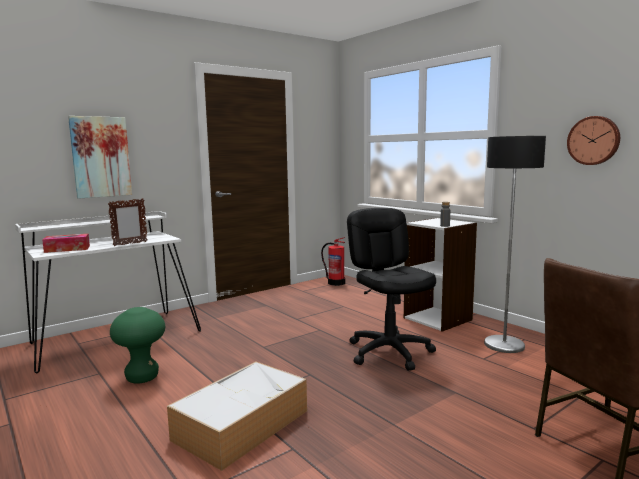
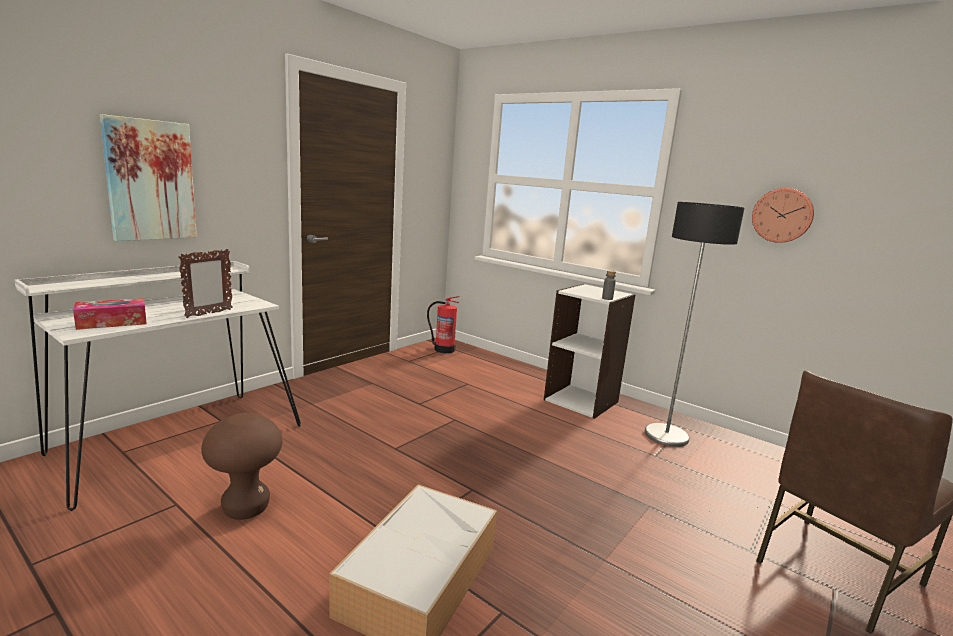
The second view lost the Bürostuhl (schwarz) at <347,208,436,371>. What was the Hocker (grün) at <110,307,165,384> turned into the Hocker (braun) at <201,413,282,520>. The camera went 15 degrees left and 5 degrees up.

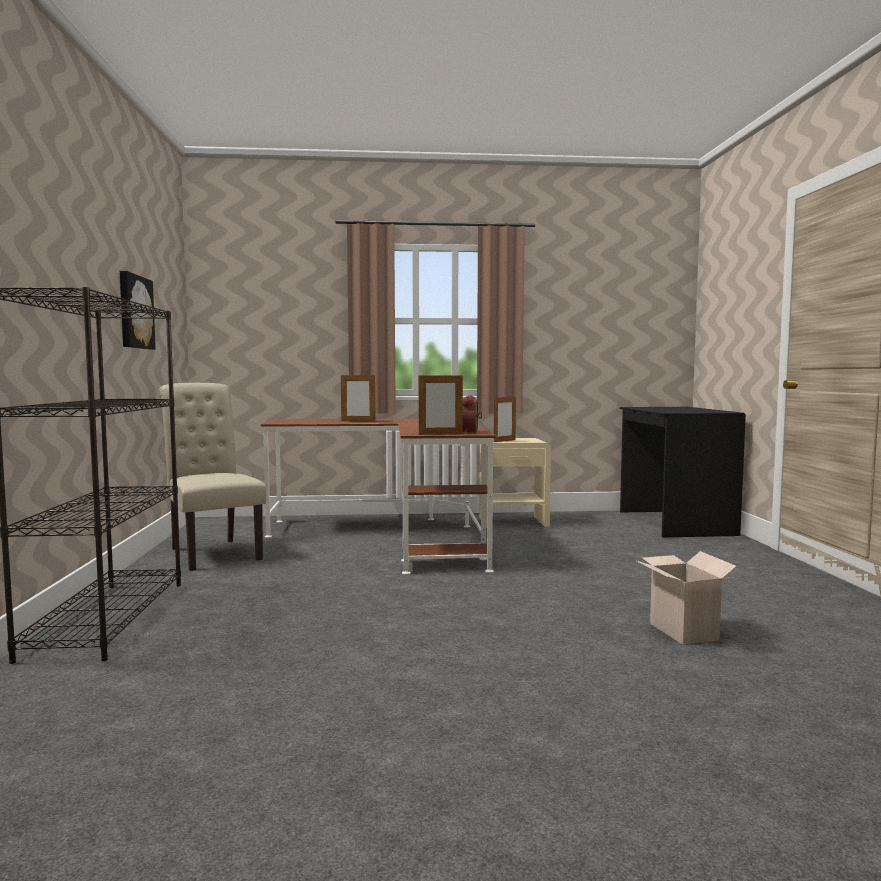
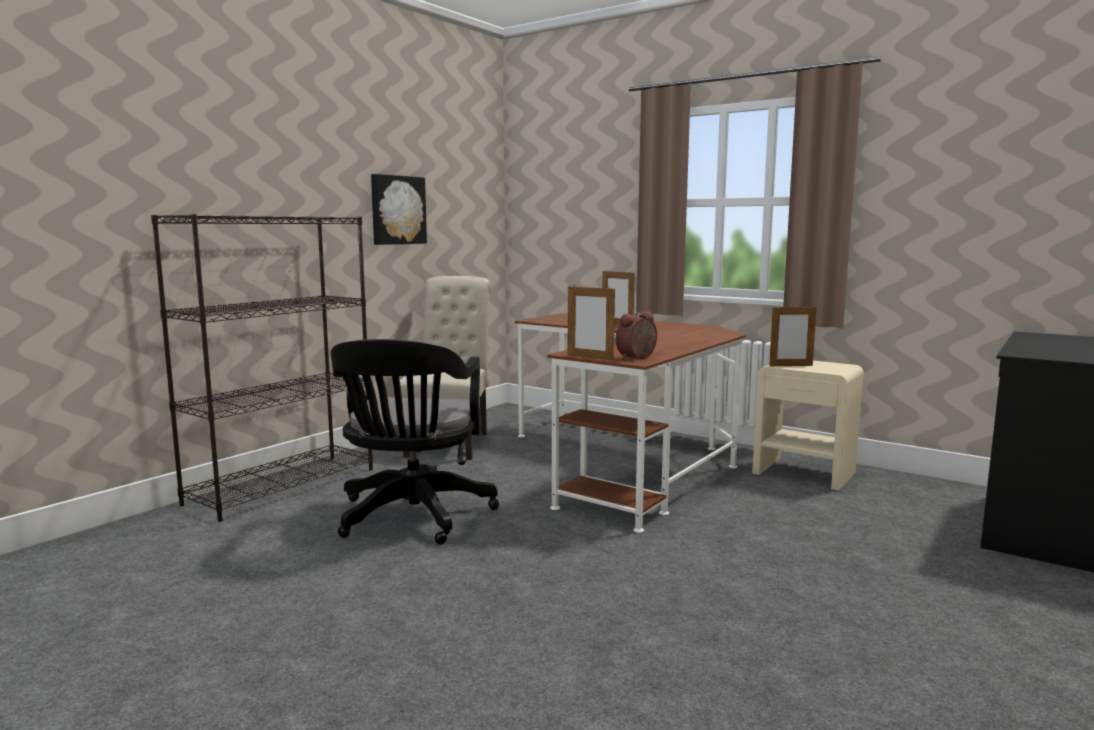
The second view lost the Karton at <637,551,737,645>. The second view gained the Bürostuhl (schwarz) at <331,339,499,544>. The camera went 40 degrees right and 5 degrees up.

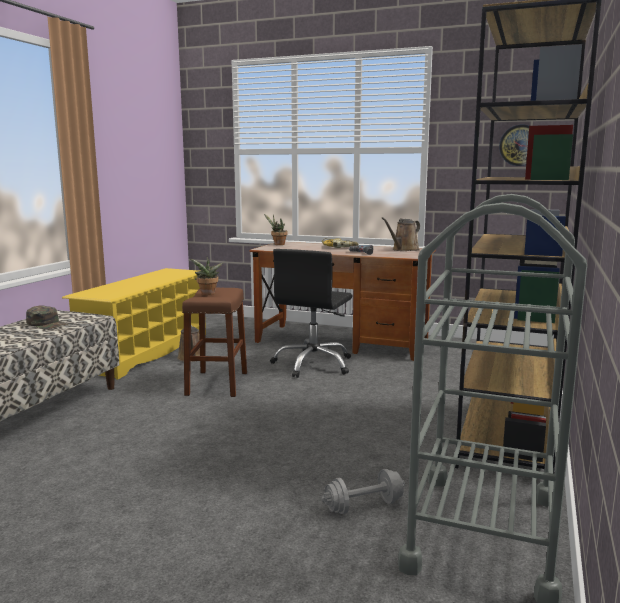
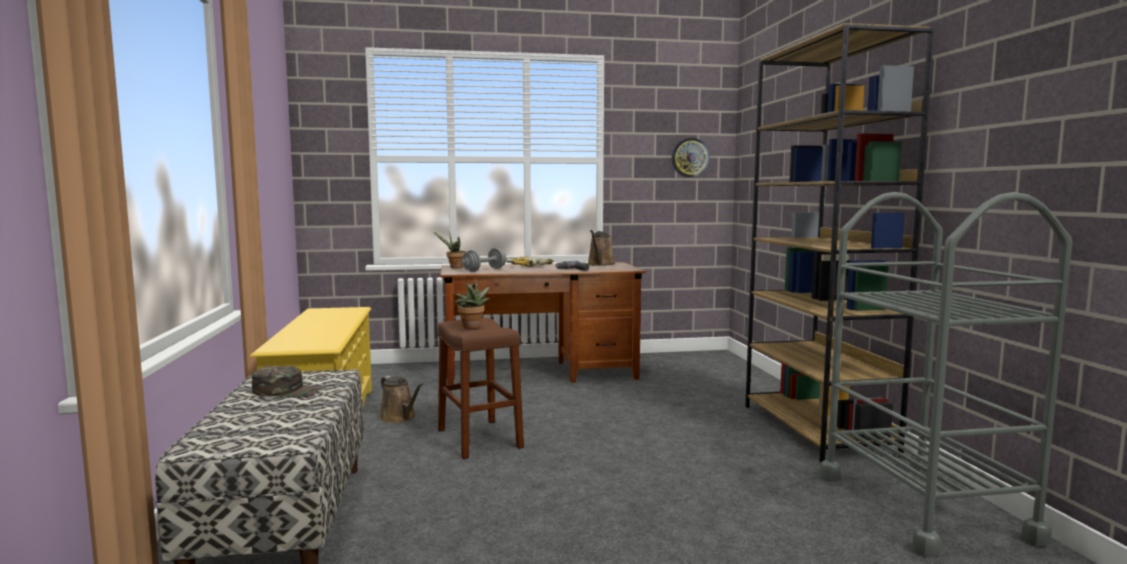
The second view lost the Bürostuhl (schwarz) at <270,249,352,378>. The Hantel (grau) ended up elsewhere, having gone from <321,469,405,514> to <462,248,506,272>. The camera went 30 degrees left and 5 degrees down.

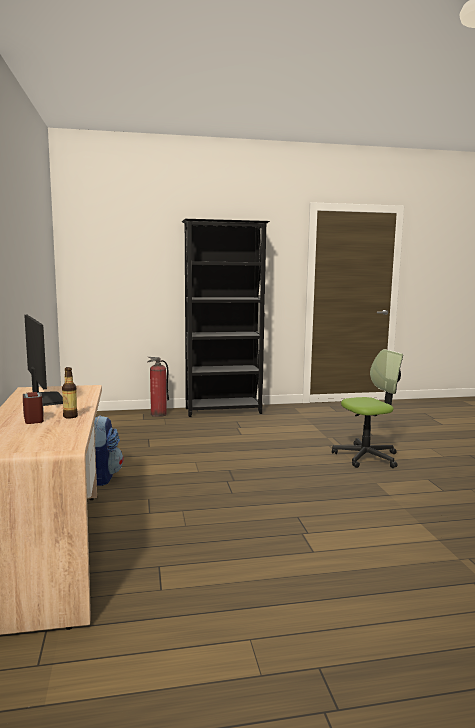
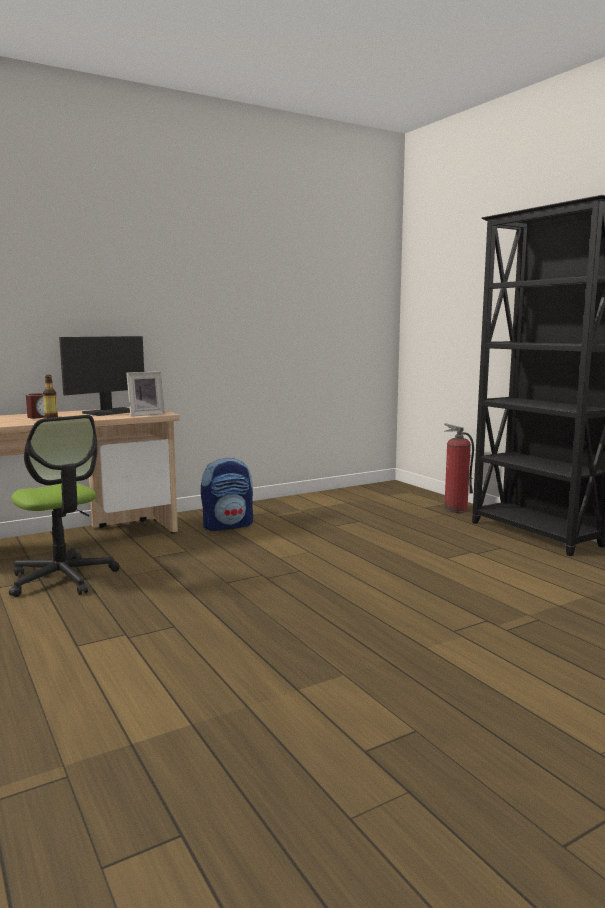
The Bürostuhl ended up elsewhere, having gone from <332,349,403,468> to <9,415,120,597>. The second view gained the Bilderrahmen at <126,371,165,416>. The camera went 70 degrees right and 0 degrees up.

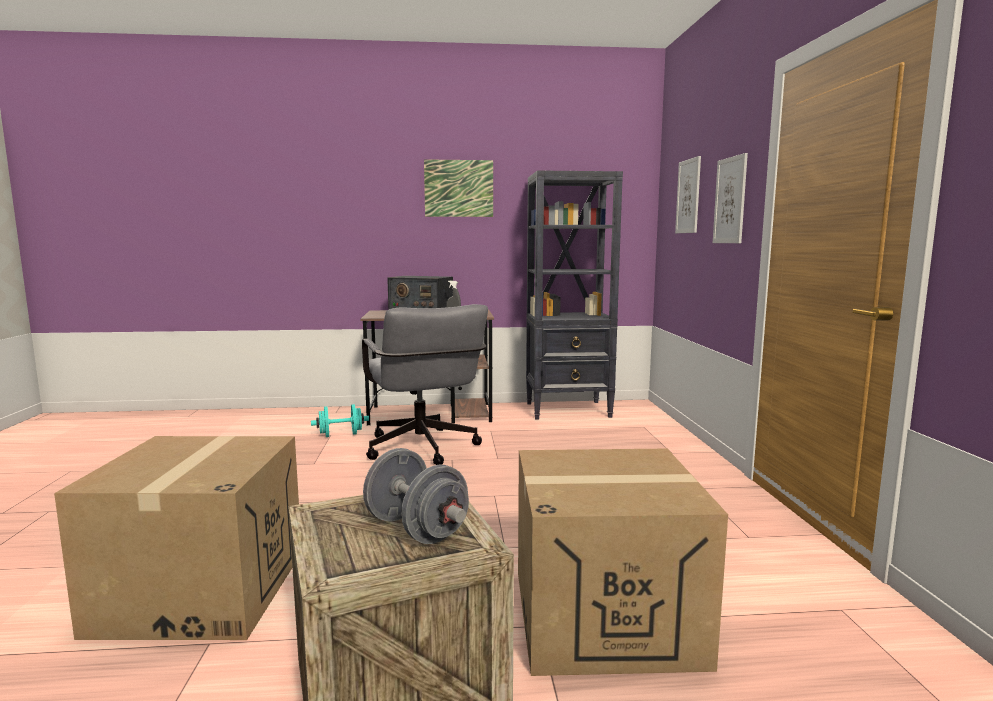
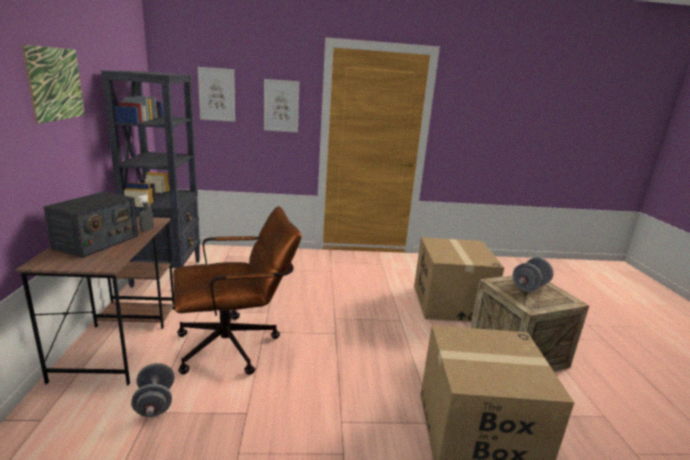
What was the Bürostuhl (grau) at <362,304,488,465> turned into the Bürostuhl (braun) at <173,206,302,375>. What was the Hantel (türkis) at <311,404,369,437> turned into the Hantel (grau) at <131,363,175,417>. The camera went 90 degrees left and 10 degrees up.

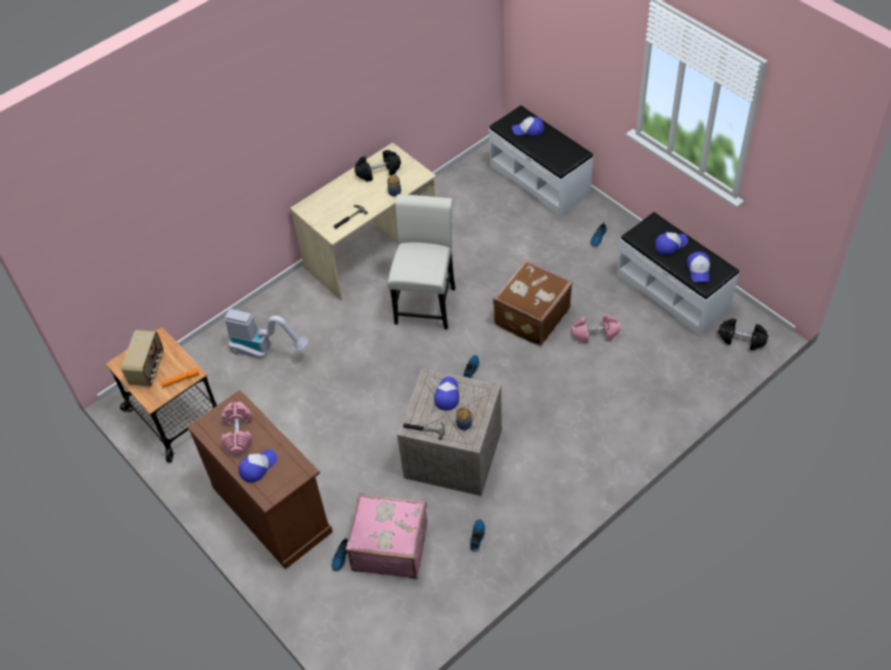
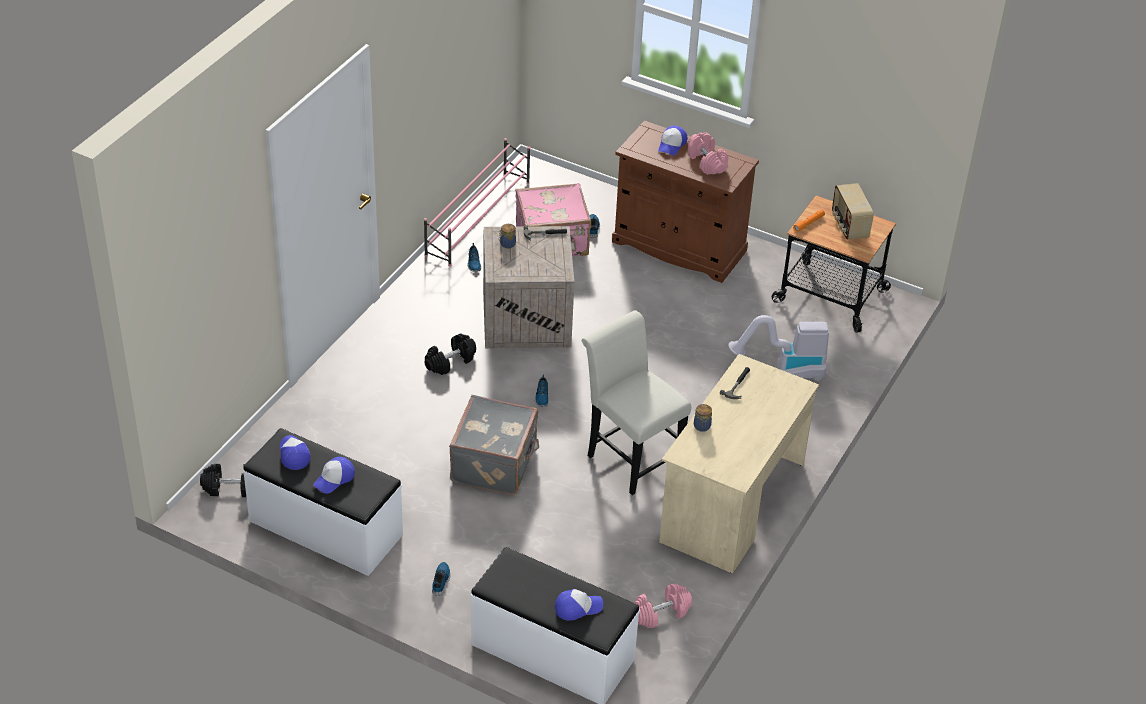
The Hantel (schwarz) ended up elsewhere, having gone from <354,150,401,182> to <425,334,476,375>. The Stuhl (weiß) at <388,194,455,330> ended up facing another way, 150 degrees clockwise from before. What was the Koffer (braun) at <493,260,573,346> turned into the Koffer (grau) at <449,395,539,495>. The Hantel (rosa) ended up elsewhere, having gone from <572,315,620,343> to <634,584,692,628>. The second view lost the Kappe at <434,377,459,411>. The second view gained the Schuhregal (rosa) at <424,138,530,267>. The camera went 155 degrees right and 10 degrees down.

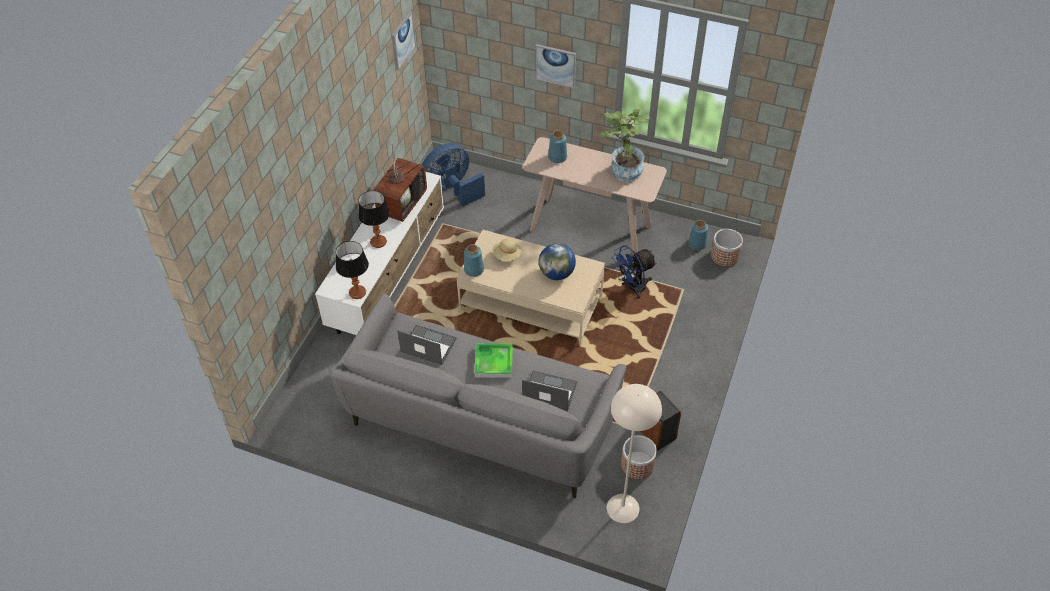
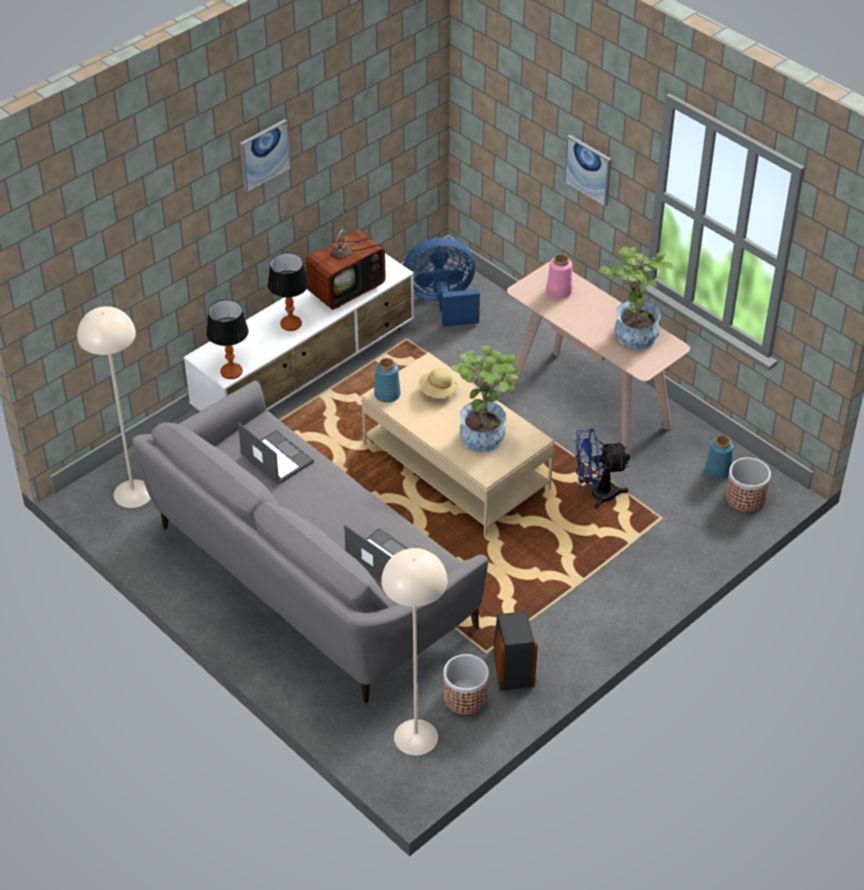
The Bild ended up elsewhere, having gone from <391,11,416,70> to <240,119,291,192>. What was the Vase (blau) at <548,131,567,163> turned into the Vase (rosa) at <546,254,572,299>. Where the Globus stood at <539,243,576,280>, the Topfpflanze came to stand at <451,346,518,452>. The second view lost the Tablett at <475,343,513,378>. The second view gained the Stehlampe (beige) at <77,306,151,508>. The camera went 25 degrees right and 5 degrees down.

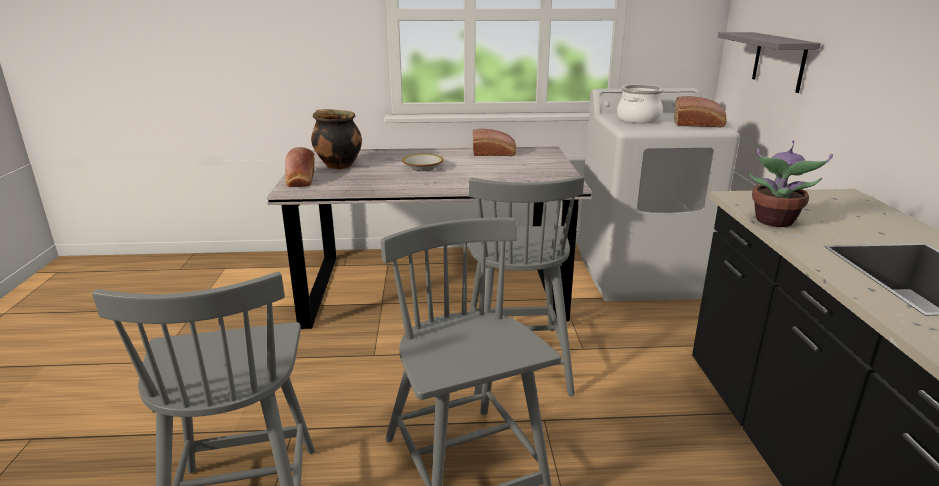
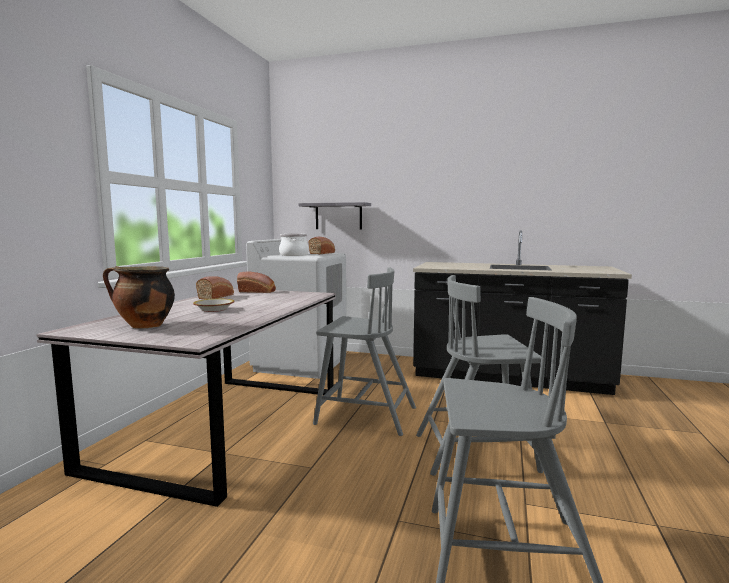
The second view lost the Topfpflanze at <748,140,833,227>. The Brot ended up elsewhere, having gone from <285,147,315,187> to <237,271,276,293>. The camera went 70 degrees left and 15 degrees down.

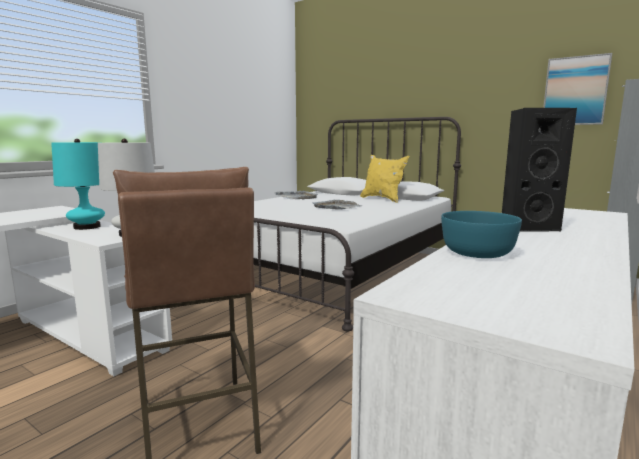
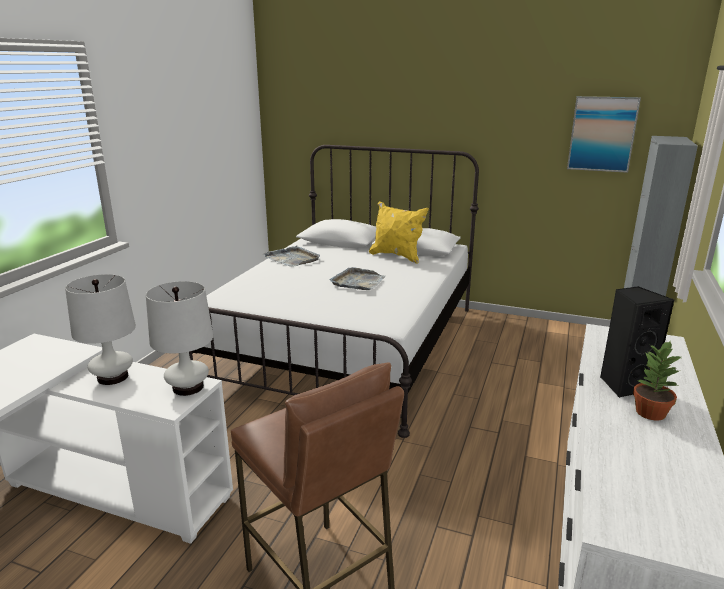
What was the Tischlampe (türkis) at <51,139,105,230> turned into the Tischlampe (weiß) at <65,274,136,385>. The second view lost the Schüssel (türkis) at <441,211,522,258>. The second view gained the Topfpflanze at <633,340,681,421>. The camera went 15 degrees left and 10 degrees up.

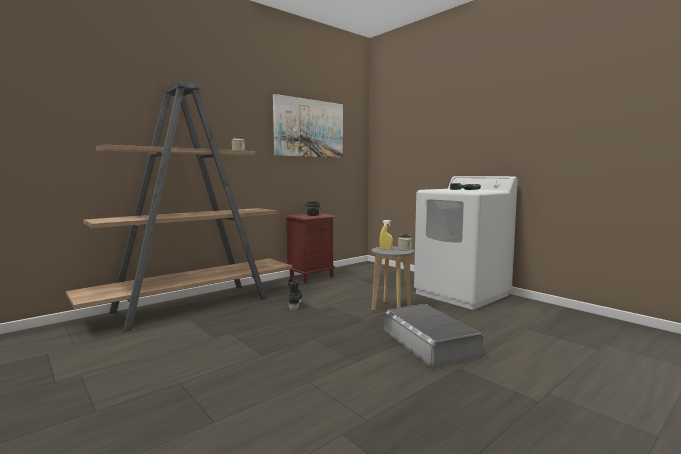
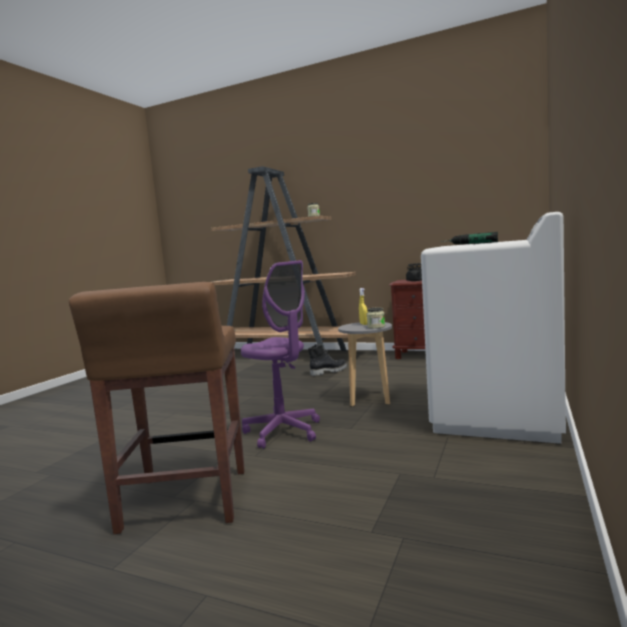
The second view lost the Bild at <273,94,343,158>. Where the Aufbewahrungsbox (grau) stood at <384,304,483,368>, the Bürostuhl (lila) came to stand at <241,260,320,449>. The second view gained the Hocker (braun) at <69,282,245,534>. The camera went 65 degrees right and 0 degrees up.

